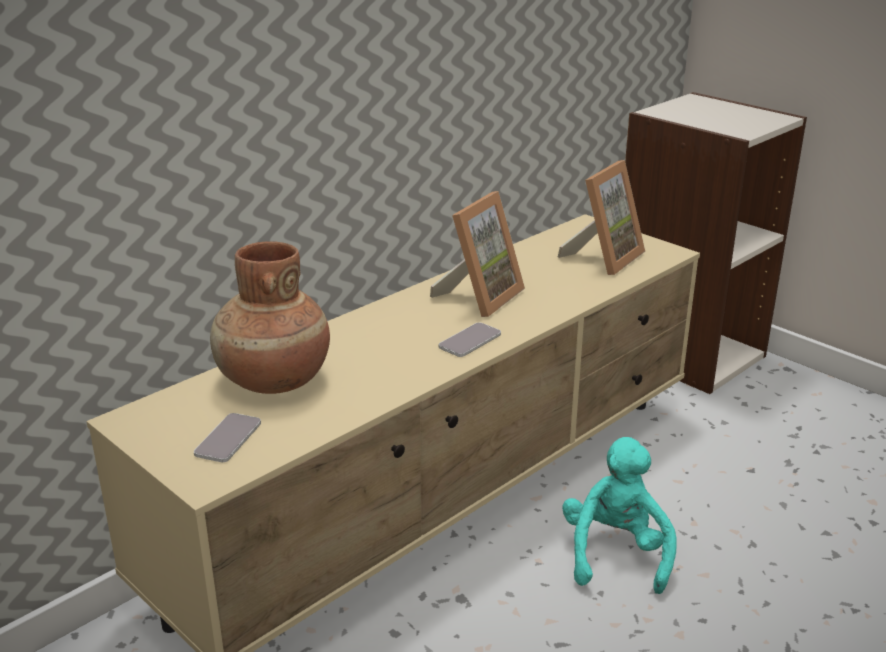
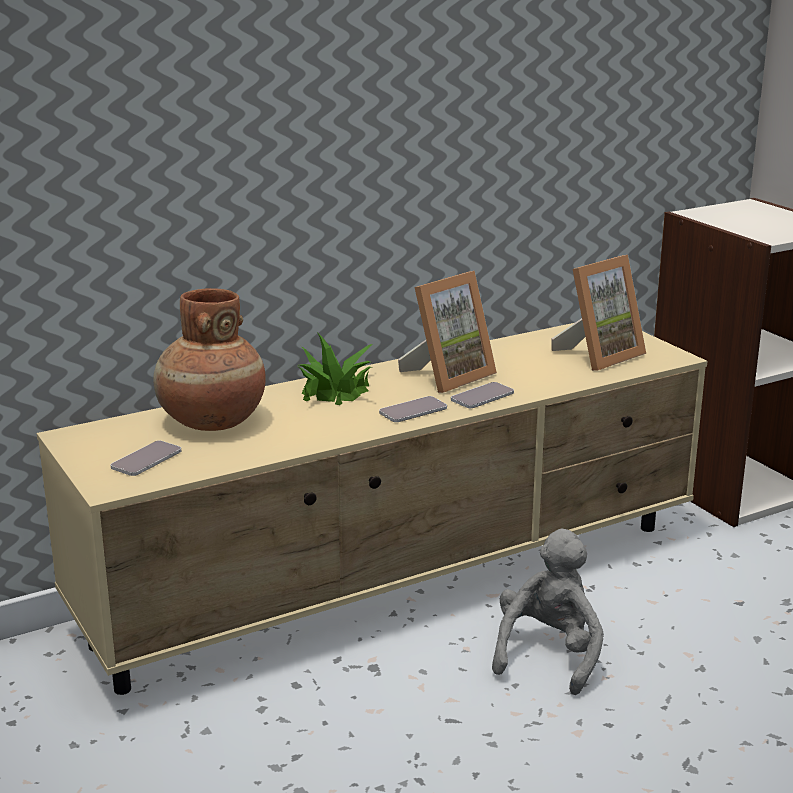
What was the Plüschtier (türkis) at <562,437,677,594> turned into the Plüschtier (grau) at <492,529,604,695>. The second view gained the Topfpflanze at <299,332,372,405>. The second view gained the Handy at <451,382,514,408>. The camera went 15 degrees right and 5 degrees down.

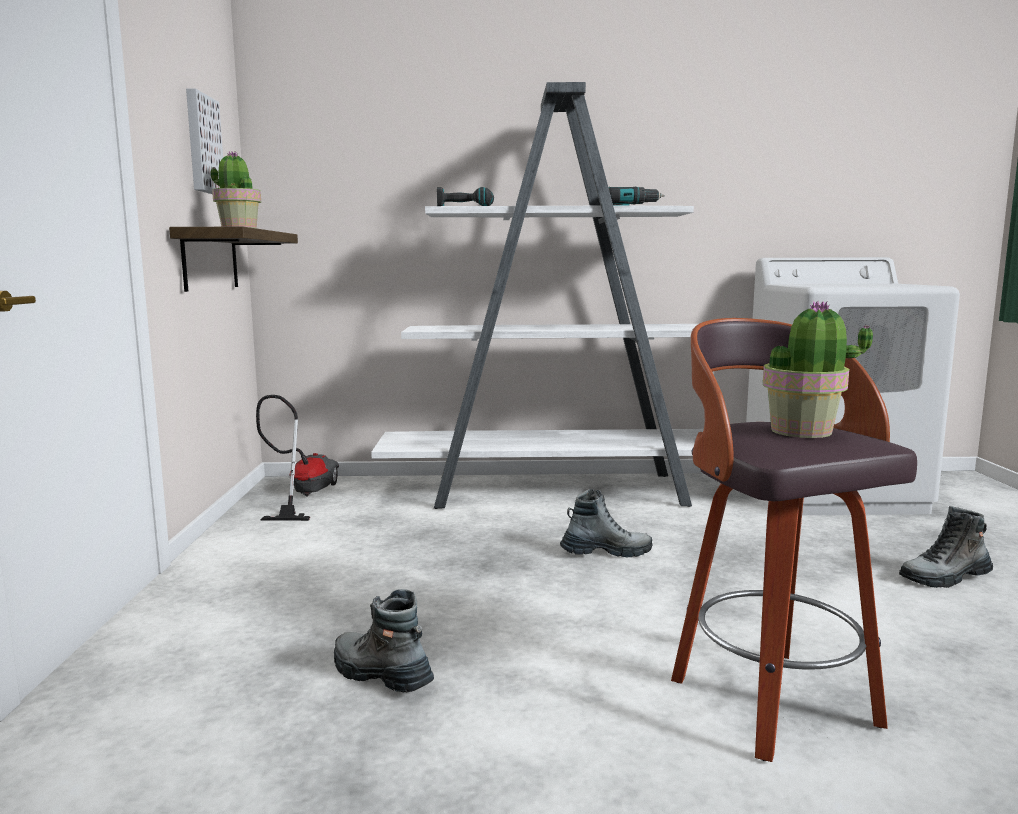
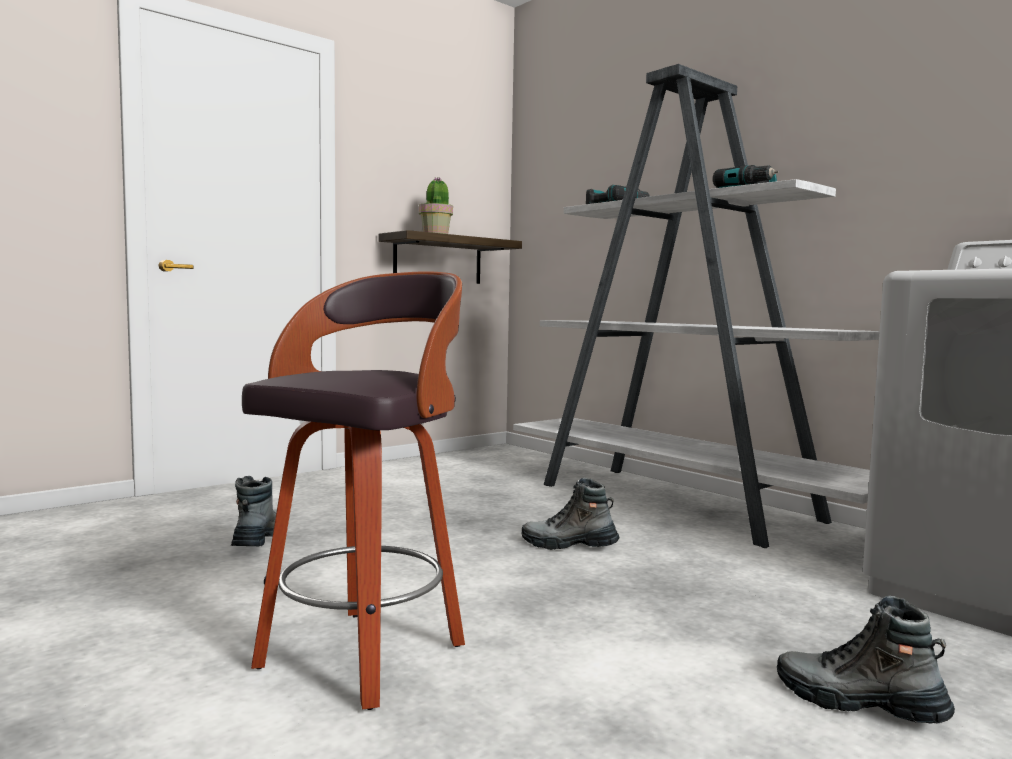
The second view lost the Bild at <186,89,223,194>. The second view lost the Topfpflanze at <763,301,873,438>. The second view lost the Staubsauger at <256,395,339,521>. The Stiefel at <560,489,653,558> ended up facing another way, 150 degrees clockwise from before. The camera went 50 degrees right and 5 degrees down.

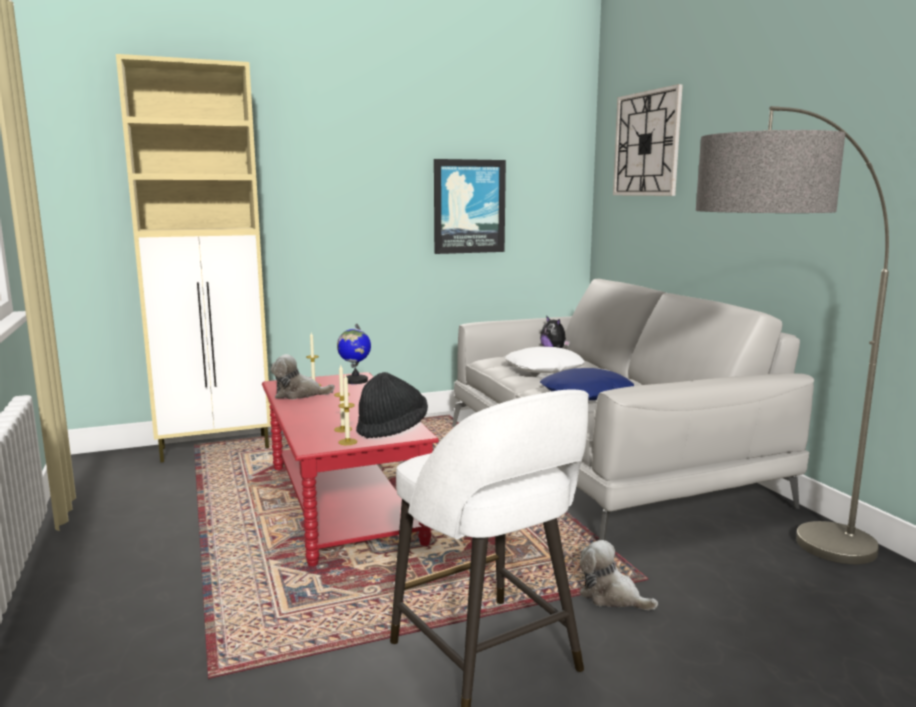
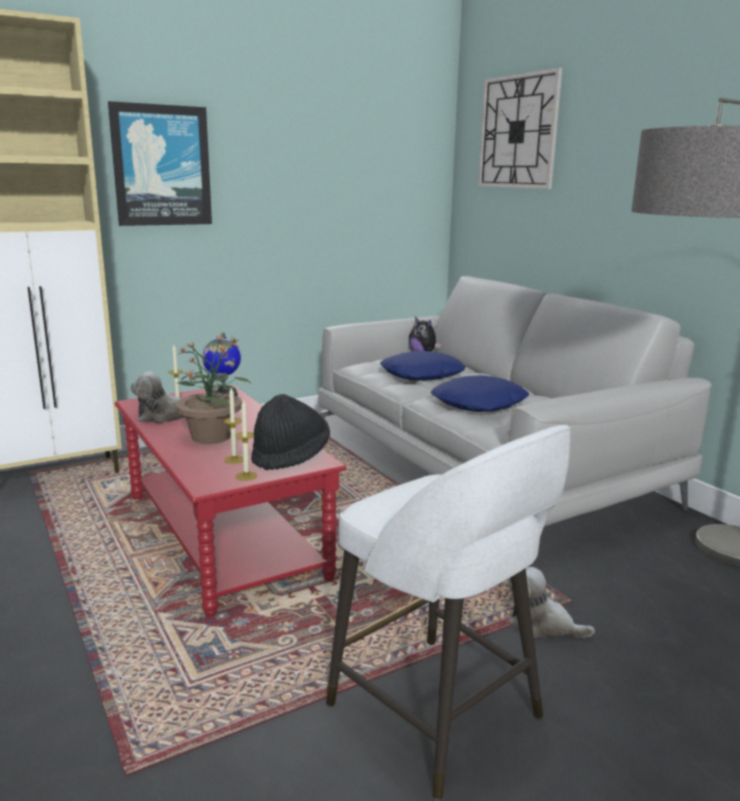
The Bild ended up elsewhere, having gone from <434,159,506,254> to <108,101,212,226>. What was the Kissen (weiß) at <505,346,585,373> turned into the Kissen (blau) at <380,351,466,381>. The second view gained the Topfpflanze at <176,335,250,444>. The camera went 10 degrees left and 5 degrees up.

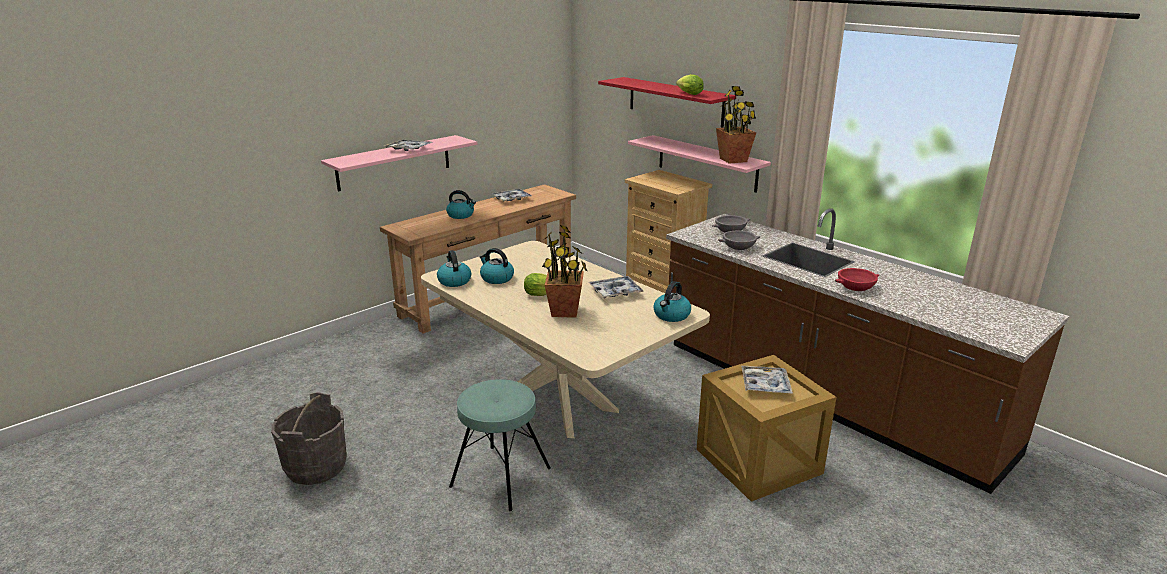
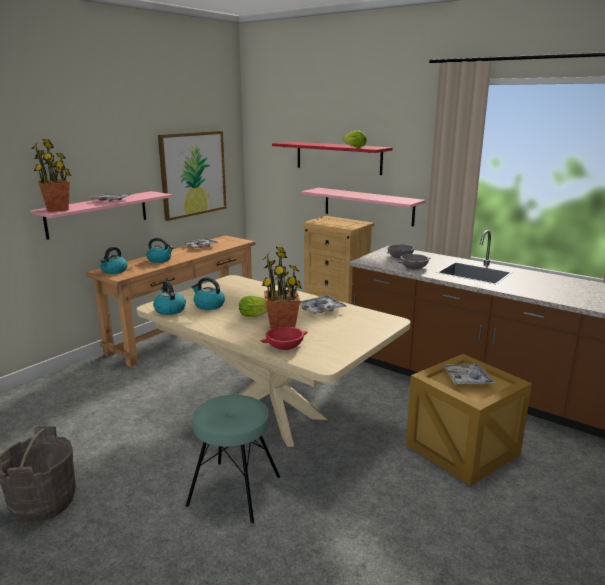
The Topfpflanze ended up elsewhere, having gone from <716,86,756,164> to <32,139,71,212>. The Schüssel (rot) ended up elsewhere, having gone from <835,268,879,291> to <260,327,308,350>. The Wasserkessel ended up elsewhere, having gone from <653,281,691,322> to <101,247,128,274>. The second view gained the Bild at <158,131,226,221>. The camera went 10 degrees left and 5 degrees down.

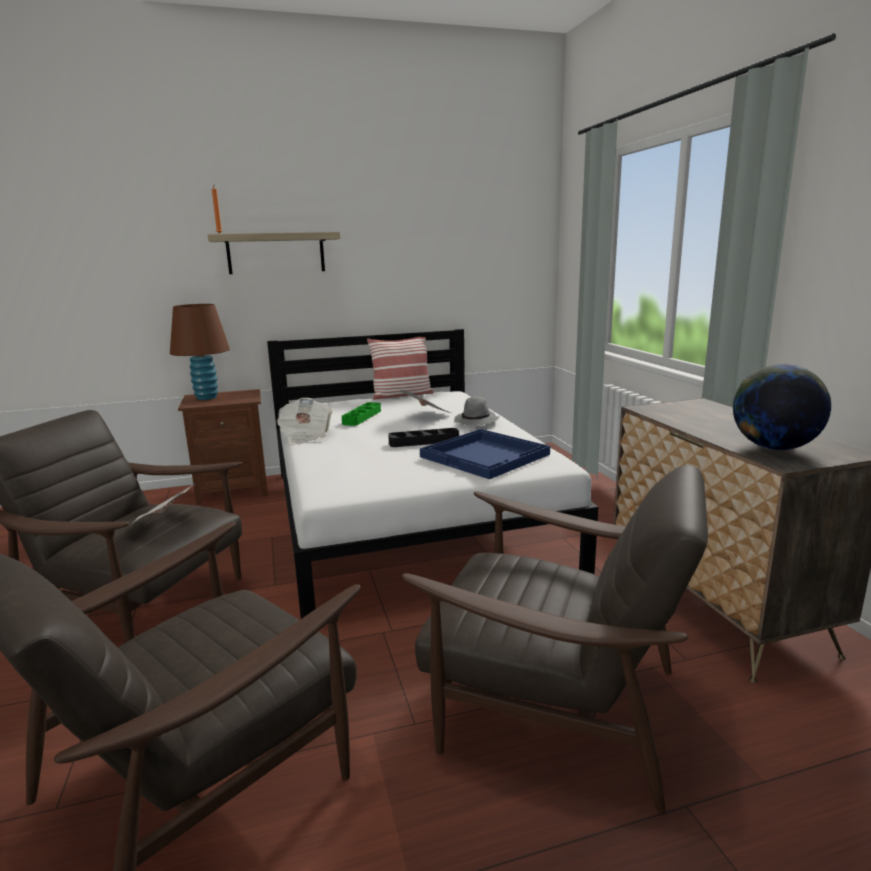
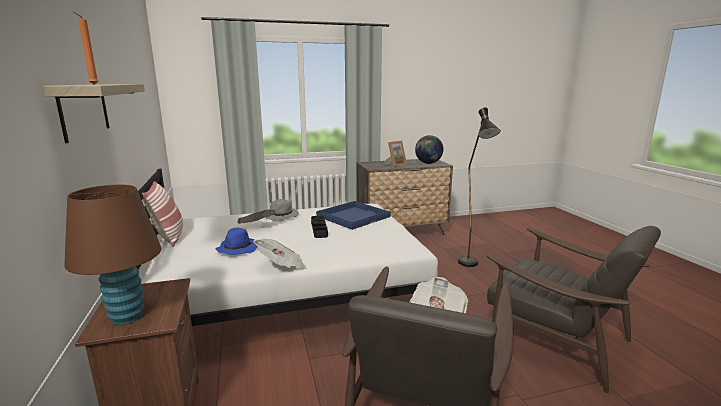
Where the Tablett (grün) stood at <342,402,381,426>, the Hut (blau) came to stand at <215,228,258,255>. Where the Sessel (braun) stood at <402,465,708,814>, the Stehlampe (schwarz) came to stand at <458,108,501,267>. The second view gained the Bilderrahmen at <384,141,407,167>. The camera went 90 degrees left and 0 degrees up.

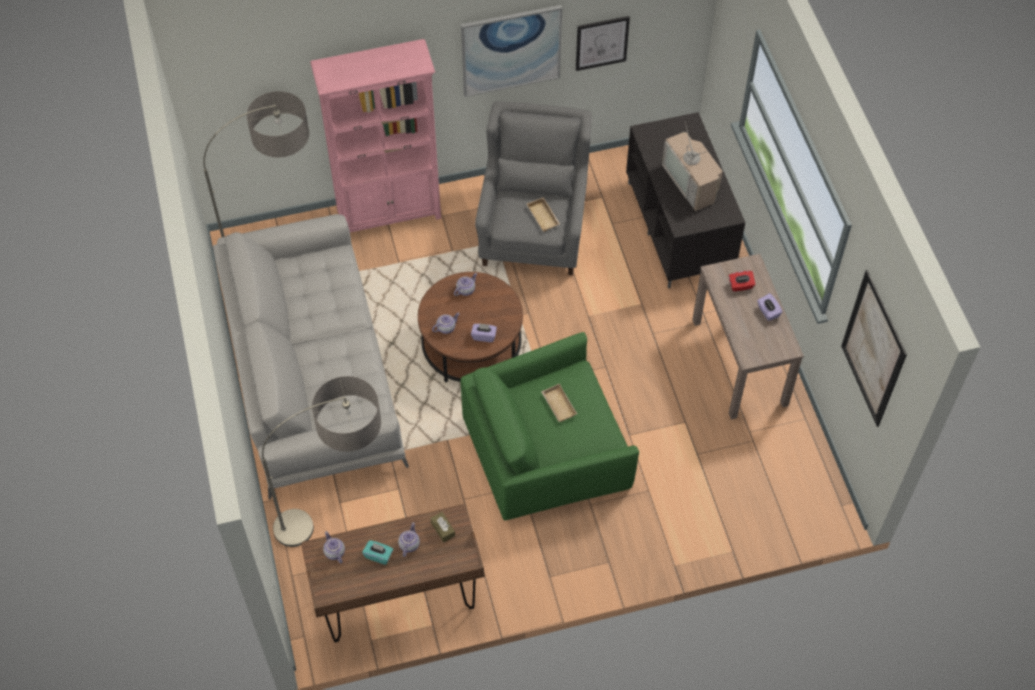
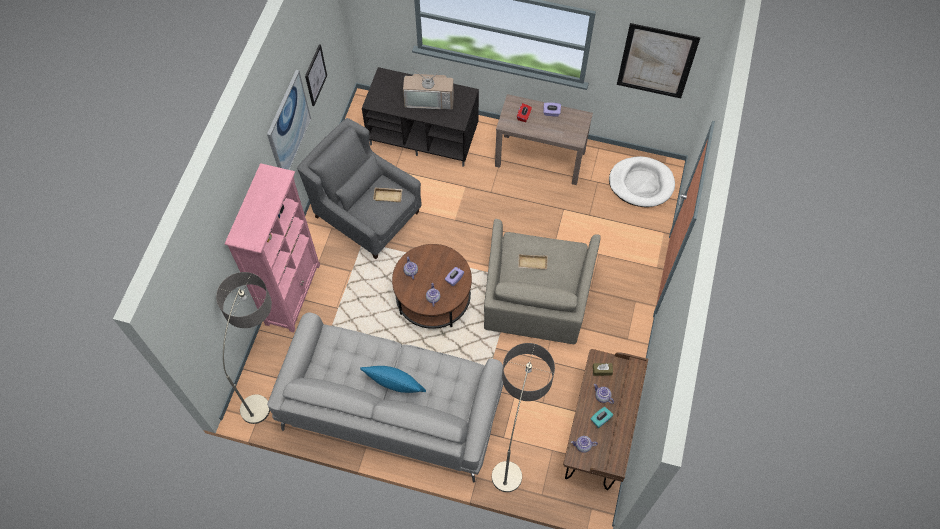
What was the Sessel (grün) at <460,332,639,521> turned into the Sessel (grau) at <484,219,601,344>. The second view gained the Hundebett (weiß) at <609,156,675,207>. The second view gained the Kissen (blau) at <360,366,426,393>. The camera went 60 degrees left and 5 degrees up.

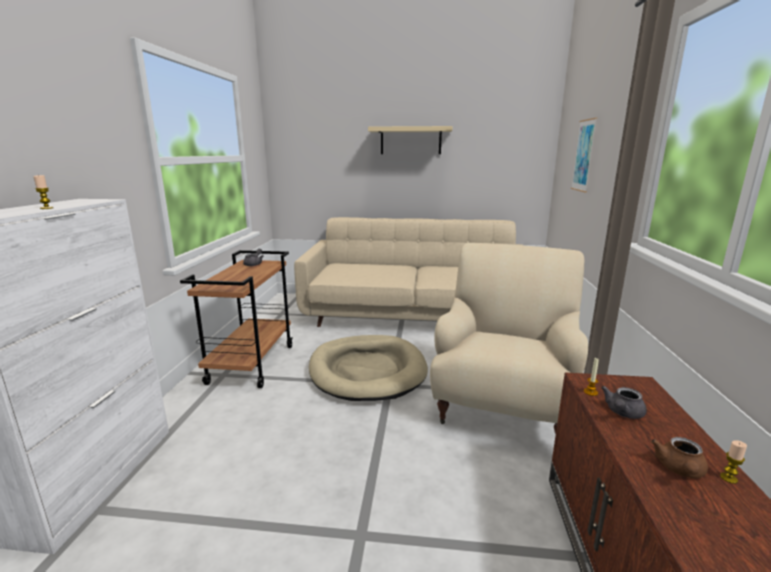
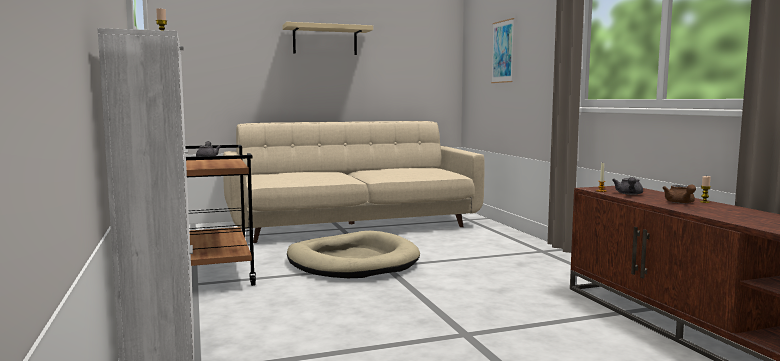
The second view lost the Sessel (beige) at <430,243,588,434>. The camera went 25 degrees left and 10 degrees down.

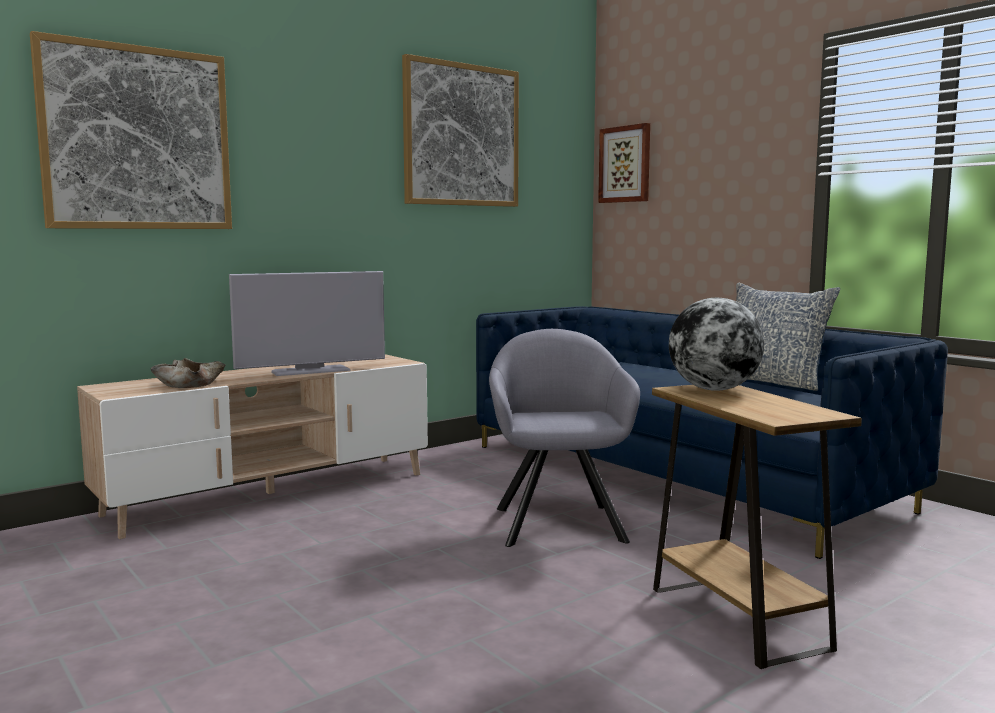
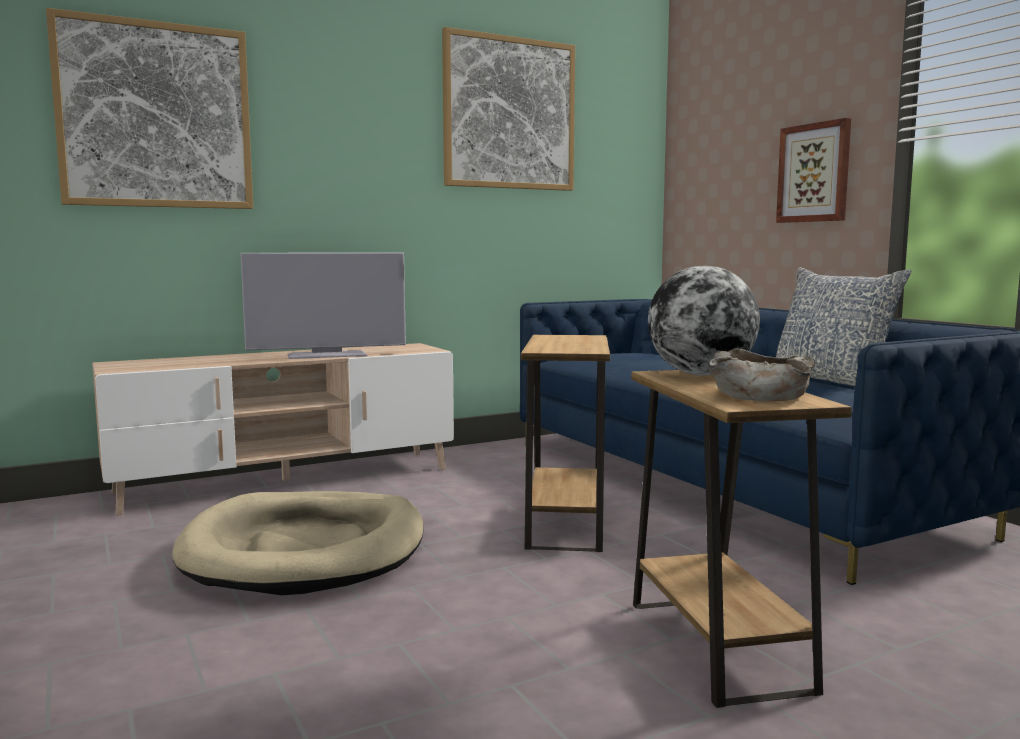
The Bild ended up elsewhere, having gone from <598,123,650,203> to <776,118,851,223>. Where the Sessel (grau) stood at <489,329,640,547>, the Beistelltisch (braun) came to stand at <521,335,610,552>. The Schüssel (beige) ended up elsewhere, having gone from <151,358,226,388> to <709,348,815,401>. The second view gained the Hundebett (beige) at <173,491,424,595>. The camera went 10 degrees right and 0 degrees up.

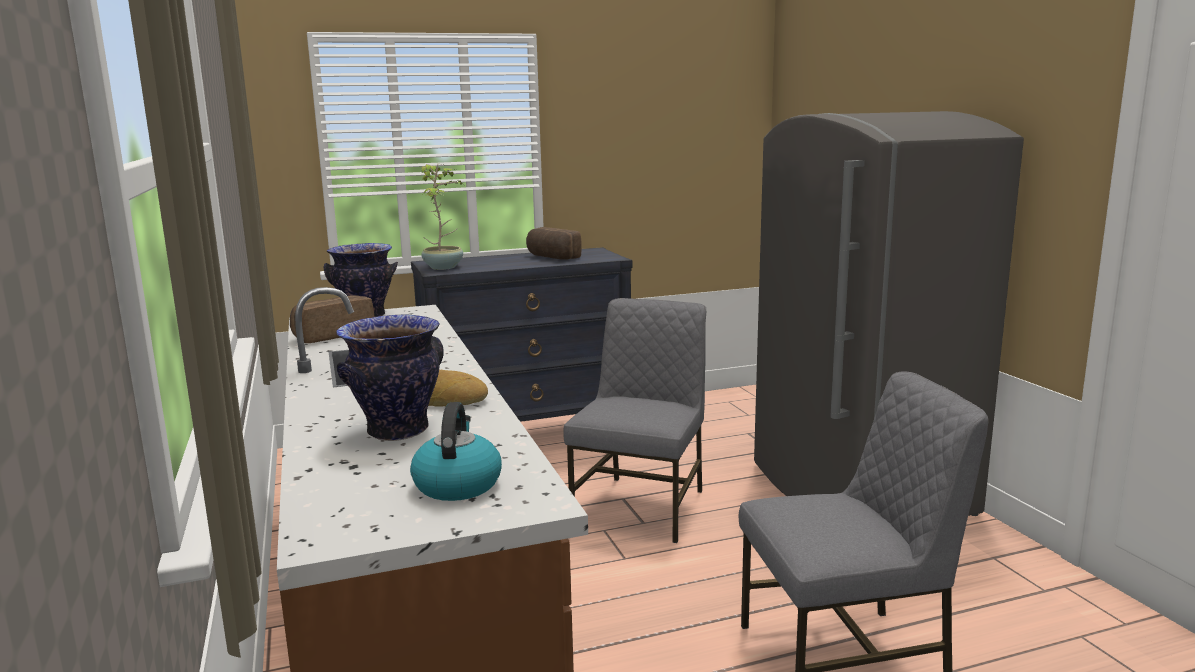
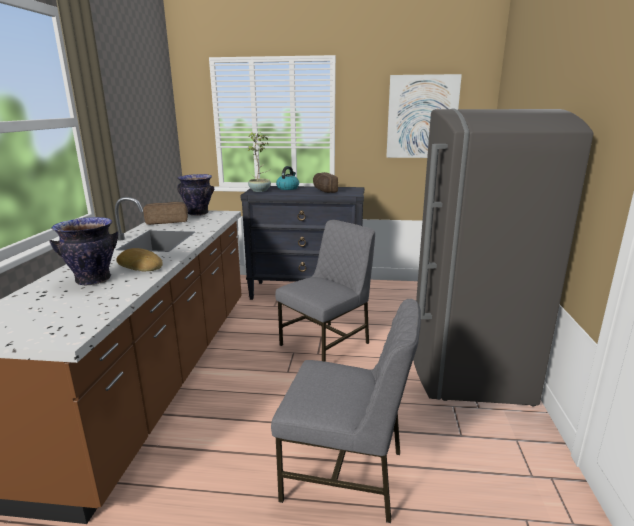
The Wasserkessel ended up elsewhere, having gone from <410,402,502,501> to <276,166,299,190>. The second view gained the Bild at <386,74,462,158>. The camera went 25 degrees right and 5 degrees up.

